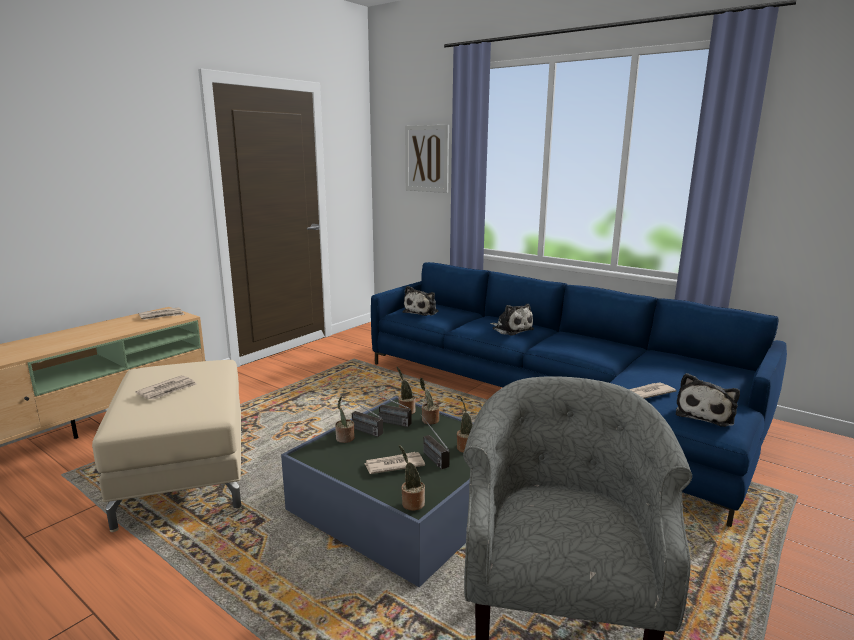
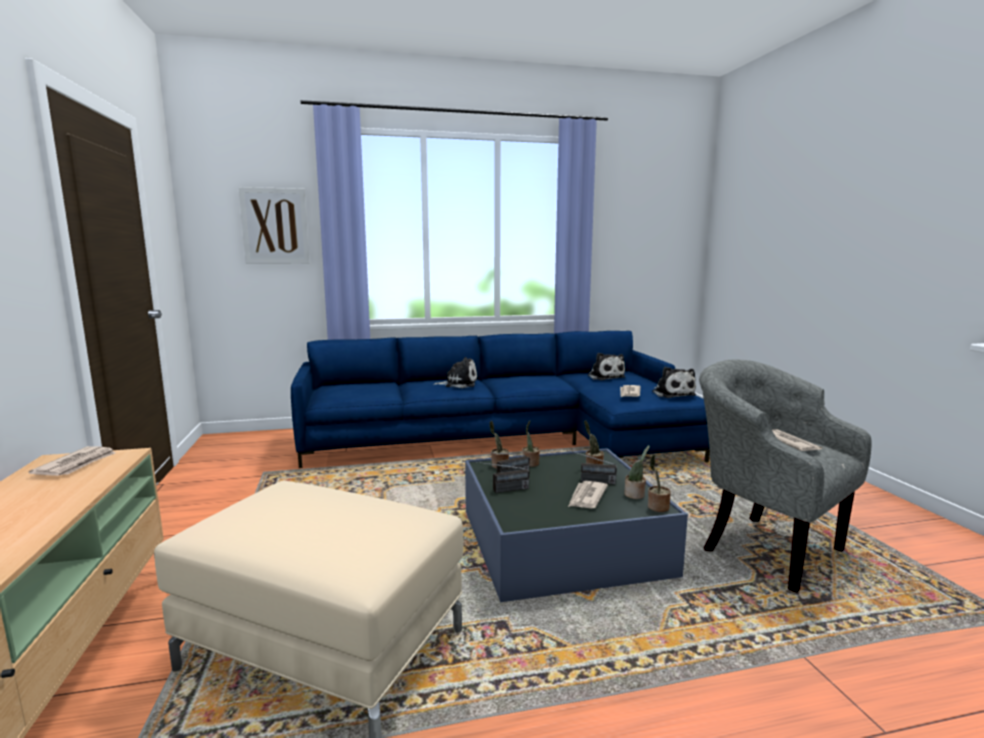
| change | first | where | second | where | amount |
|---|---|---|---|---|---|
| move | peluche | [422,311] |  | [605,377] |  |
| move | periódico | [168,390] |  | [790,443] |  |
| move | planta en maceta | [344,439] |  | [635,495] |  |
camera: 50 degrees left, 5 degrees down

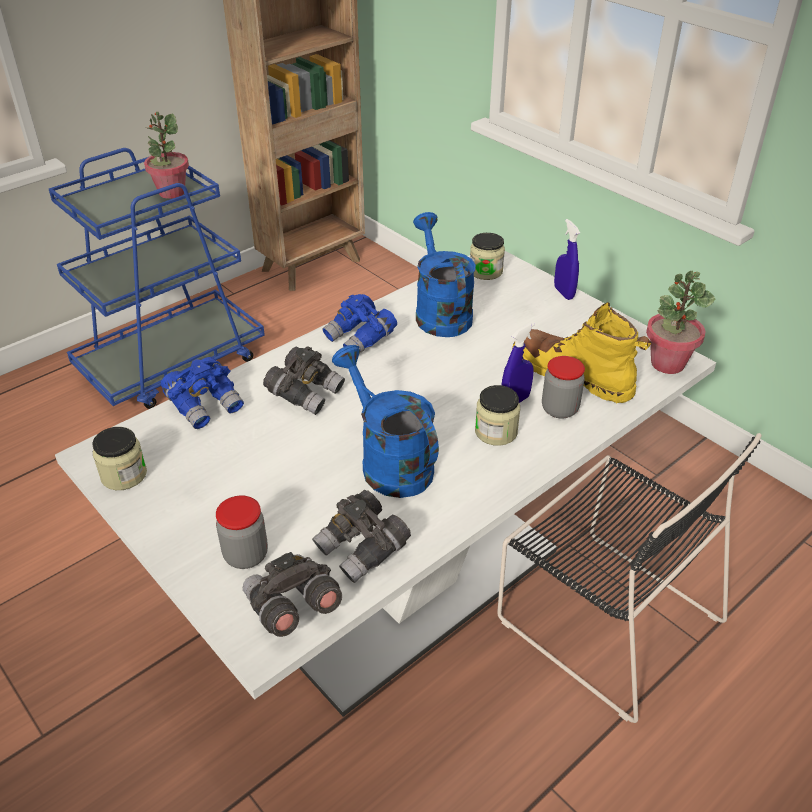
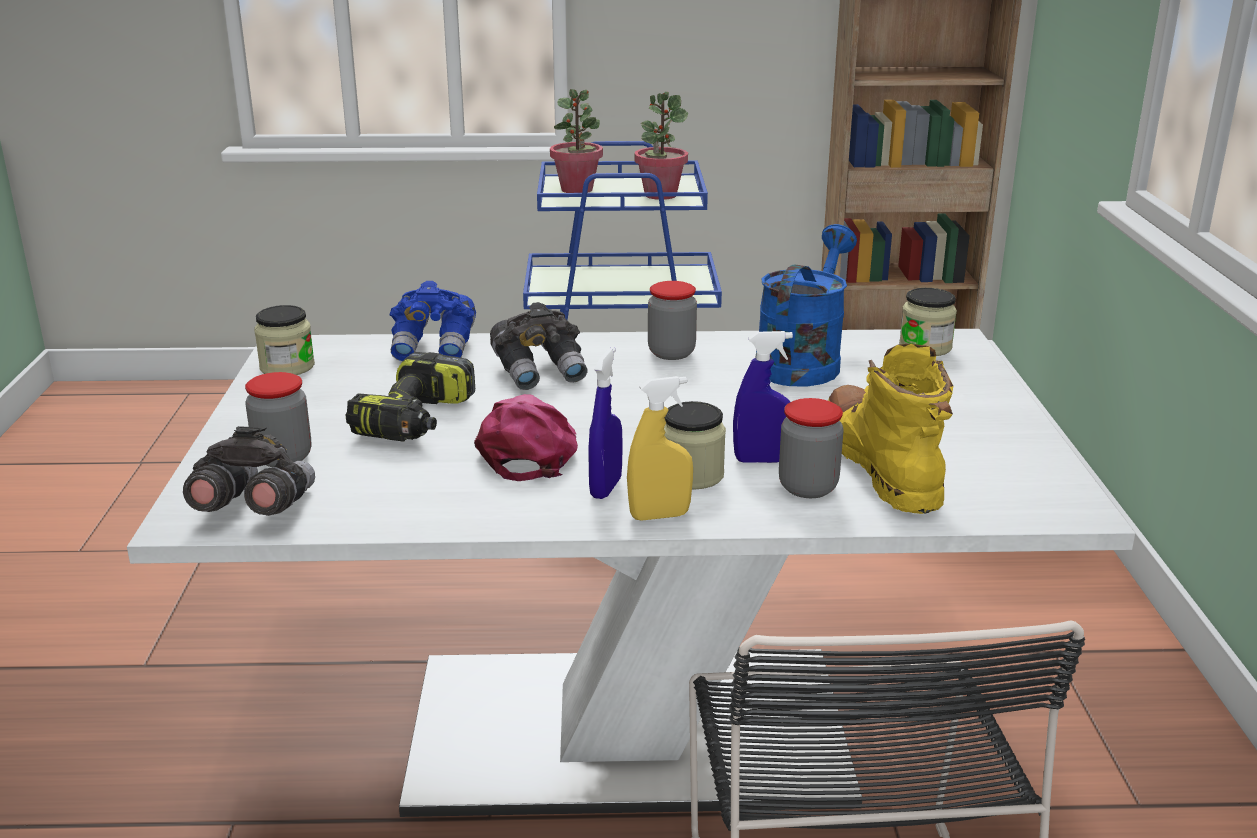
| change | first | where | second | where | amount |
|---|---|---|---|---|---|
| move | pulverizador/azul | [563,293] |  | [606,488] |  |
| move | planta en maceta | [667,363] |  | [577,189] |  |
| replace | prismáticos/azul | [361,339] | tarro | [671,353] |  |
| replace | regadera/azul | [389,462] | gorra/rosa | [530,451] |  |
| delete | prismáticos/gris | [363,549] |  |  |  |
| insert |  |  | taladro | [417,420] |  |
| insert |  |  | pulverizador/amarillo | [659,516] |  |
camera: 40 degrees right, 15 degrees down

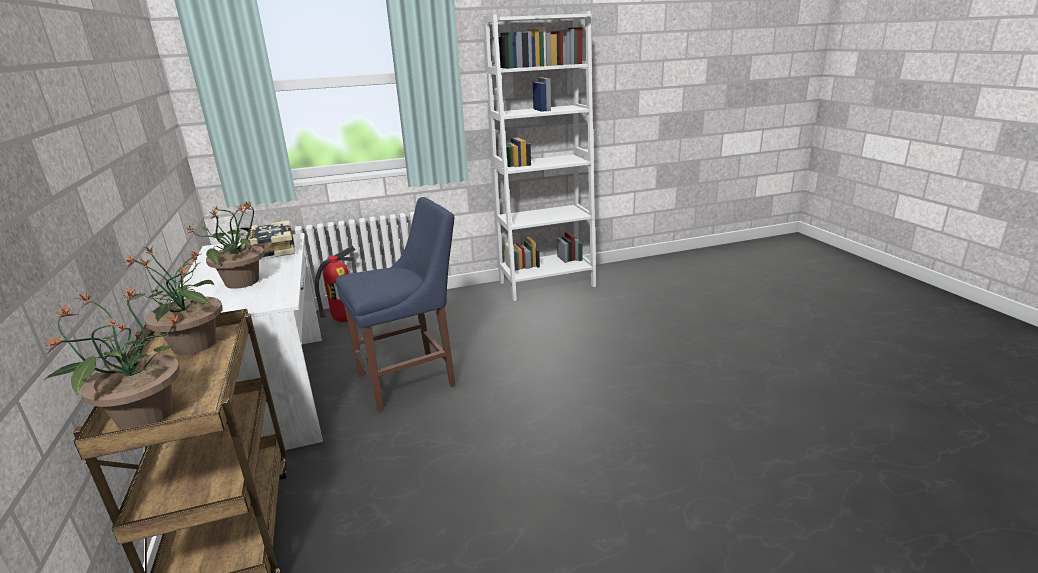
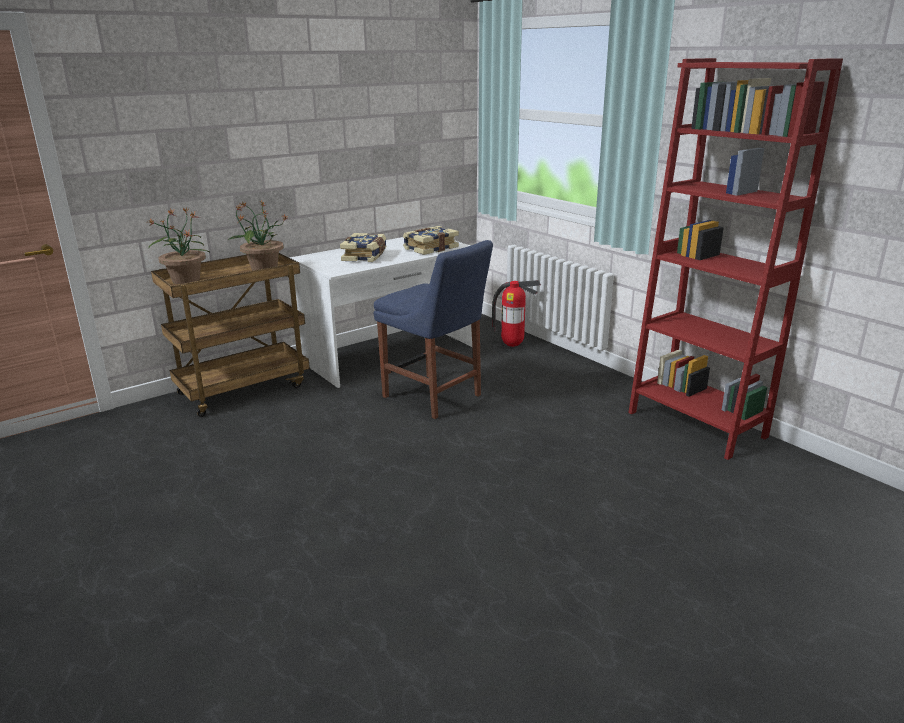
| change | first | where | second | where | amount |
|---|---|---|---|---|---|
| recolor | estantería/blanco | [546,284] | estantería/rojo | [696,424] |  |
| replace | planta en maceta | [243,282] | libro | [365,256] |  |
camera: 70 degrees right, 0 degrees up

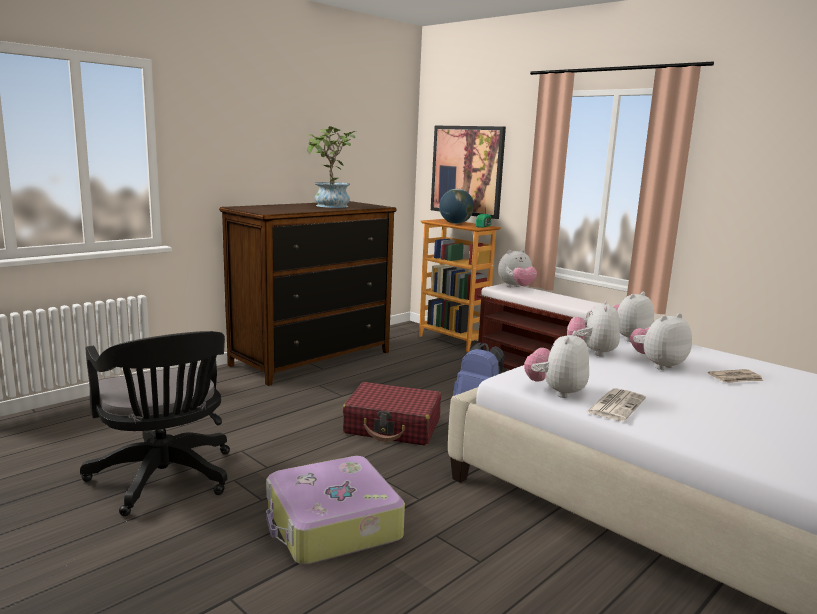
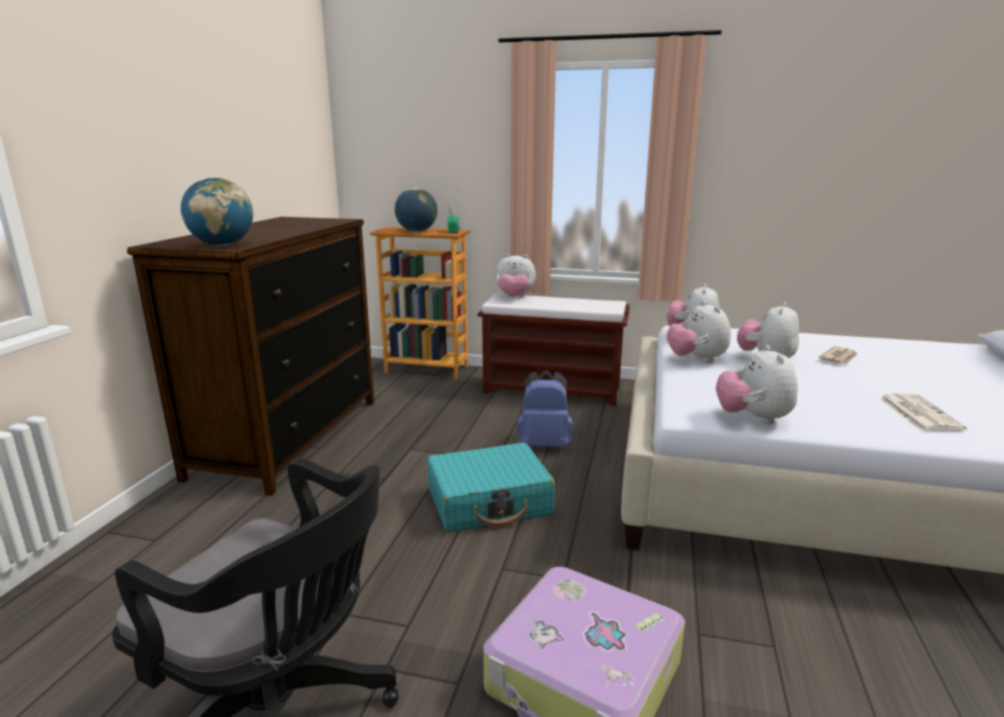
| change | first | where | second | where | amount |
|---|---|---|---|---|---|
| delete | planta en maceta | [330,206] |  |  |  |
| delete | cuadro | [467,170] |  |  |  |
| rotate | peluche | [516,287] |  | [514,297] | 60 degrees clockwise |
| recolor | maleta/rojo | [393,427] | maleta/turquesa | [489,502] |  |
| move | periódico | [616,405] |  | [918,413] |  |
| insert |  |  | globo terráqueo | [222,245] |  |
camera: 30 degrees left, 5 degrees up

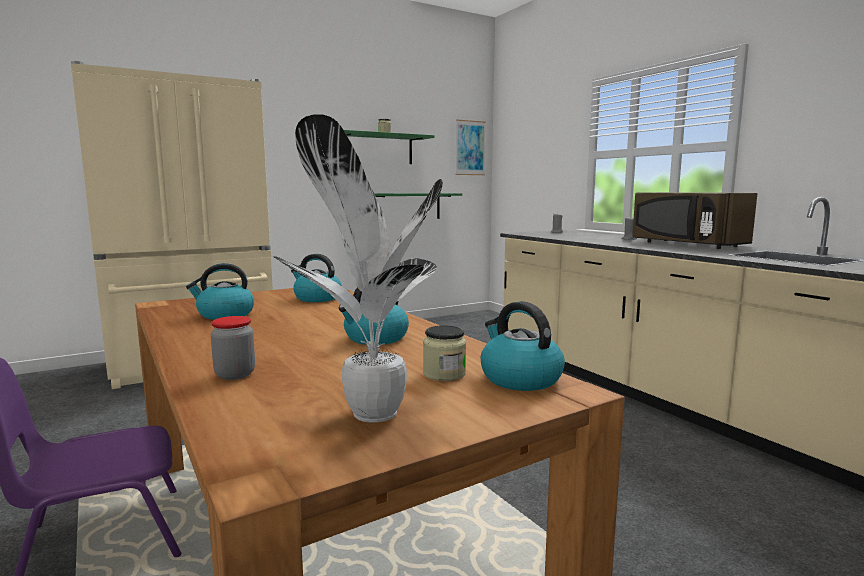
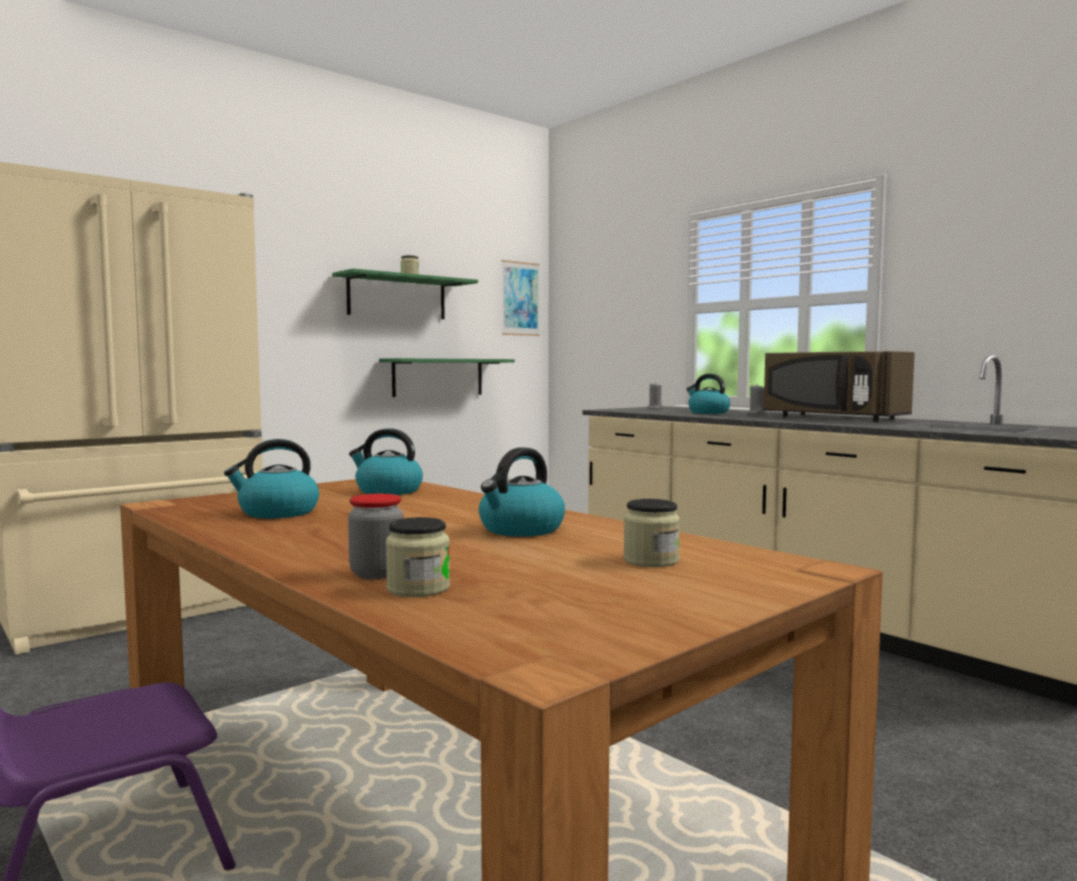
| change | first | where | second | where | amount |
|---|---|---|---|---|---|
| delete | planta en maceta | [371,415] |  |  |  |
| move | hervidor | [519,378] |  | [708,412] |  |
| insert |  |  | tarro | [418,588] |  |
camera: 10 degrees left, 5 degrees down

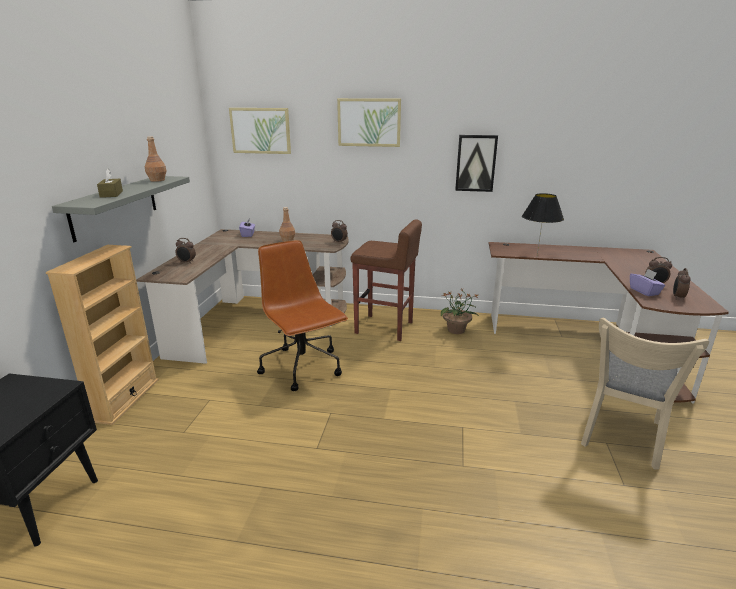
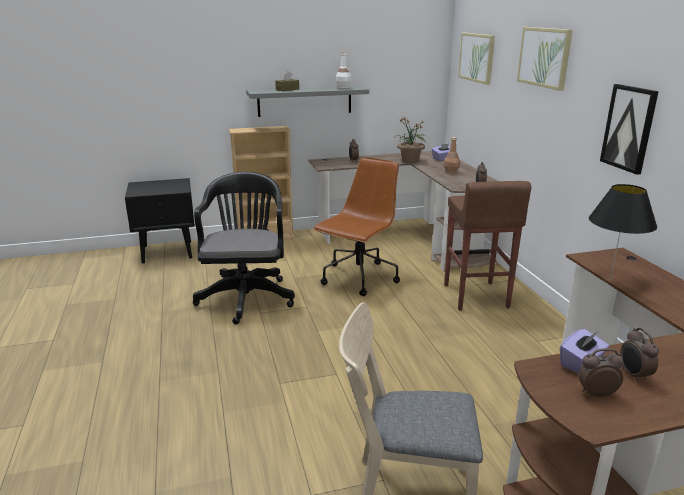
| change | first | where | second | where | amount |
|---|---|---|---|---|---|
| recolor | botella/marrón | [157,180] | botella/blanco | [343,87] |  |
| move | planta en maceta | [456,330] |  | [410,160] |  |
| insert |  |  | silla de oficina/negro | [246,296] |  |
camera: 65 degrees right, 0 degrees up

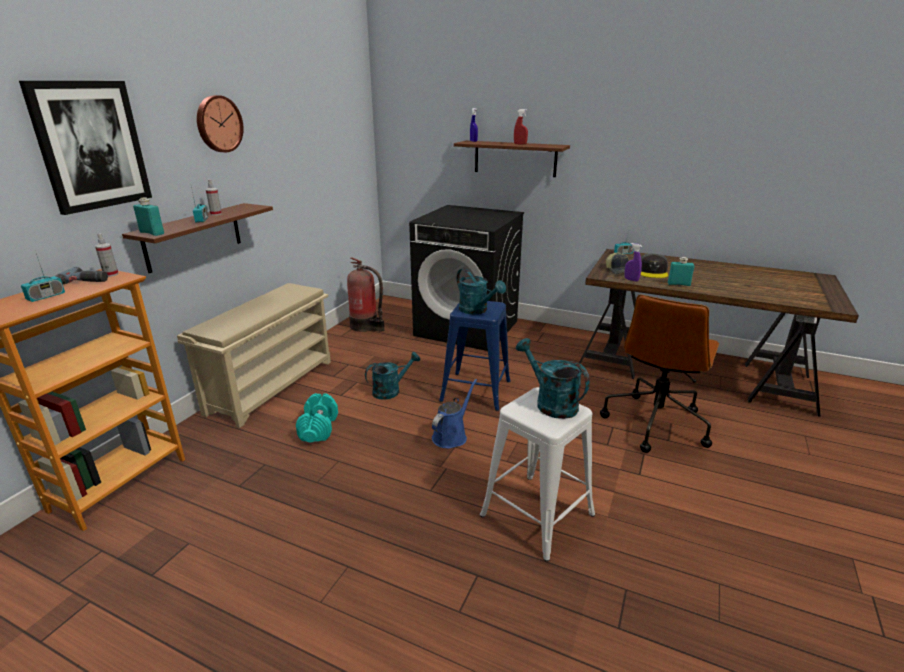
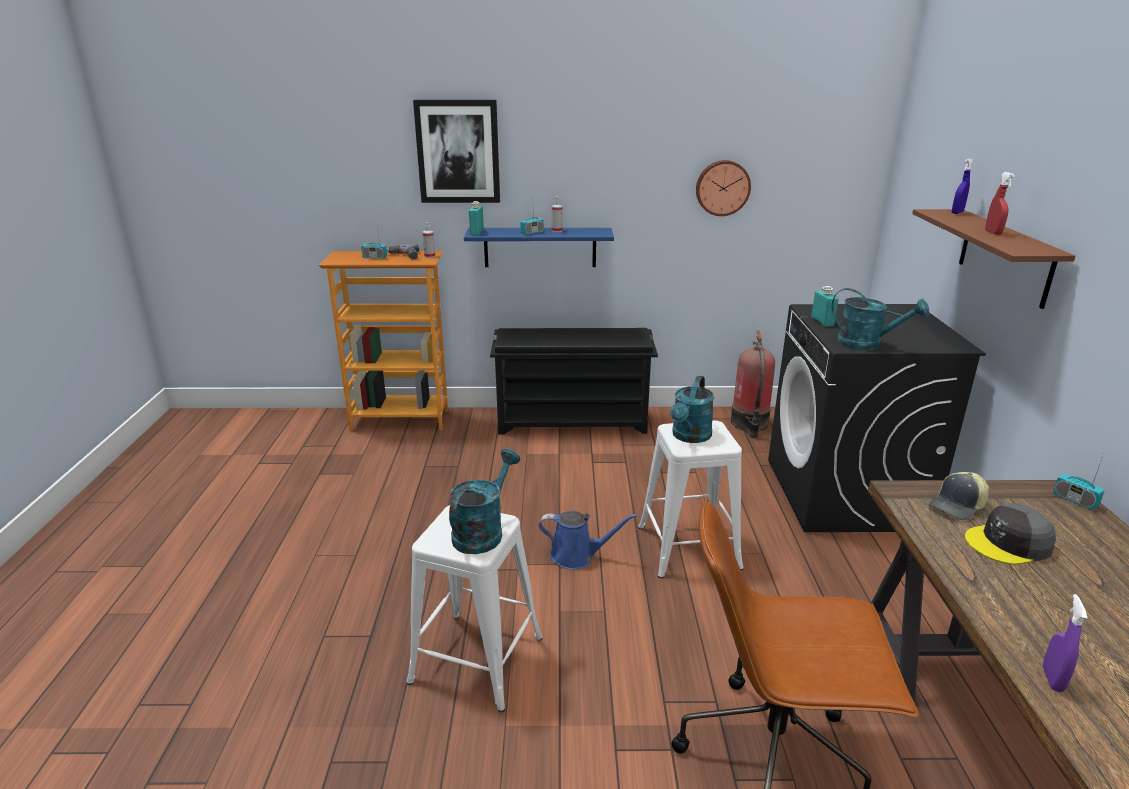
| change | first | where | second | where | amount |
|---|---|---|---|---|---|
| move | reloj de pared | [218,124] |  | [722,188] |  |
| recolor | estante/marrón | [193,237] | estante/azul | [540,247] |  |
| move | pulverizador/morado | [631,280] |  | [1052,679] |  |
| move | botella/turquesa | [678,284] |  | [822,322] |  |
| recolor | zapatero/beis | [272,386] | zapatero/negro | [574,421] |  |
| recolor | taburete/azul | [476,391] | taburete/blanco | [688,547] |  |
| move | regadera/turquesa | [391,390] |  | [867,344] |  |
| delete | mancuerna/turquesa | [319,428] |  |  |  |
camera: 65 degrees right, 0 degrees up

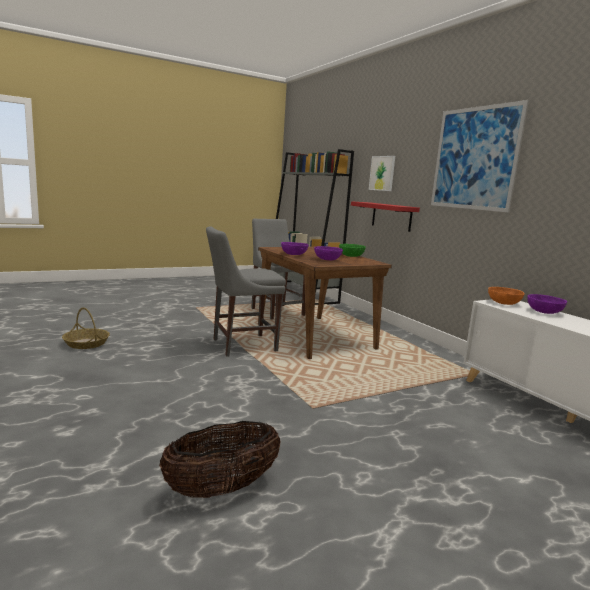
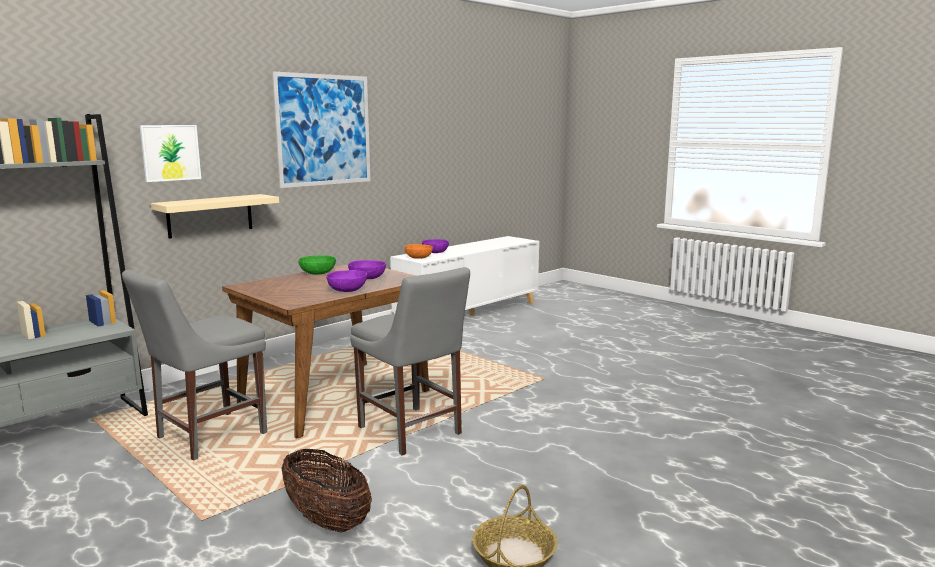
| change | first | where | second | where | amount |
|---|---|---|---|---|---|
| recolor | estante/rojo | [391,216] | estante/beis | [210,215] |  |
| move | cesta | [222,488] |  | [327,520] |  |
camera: 105 degrees left, 0 degrees up

